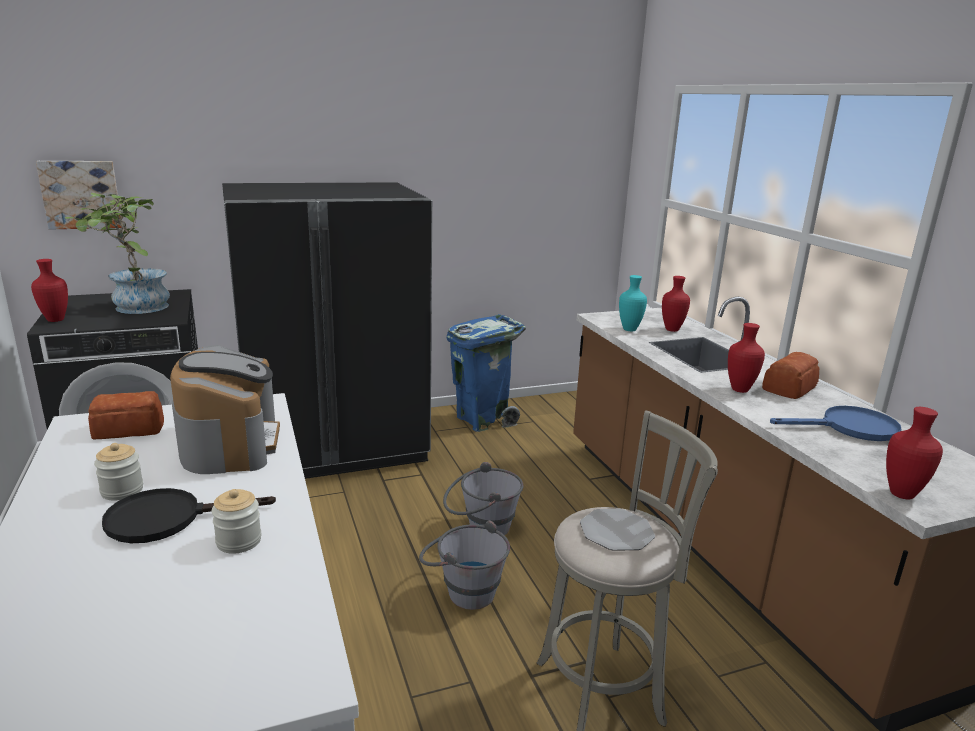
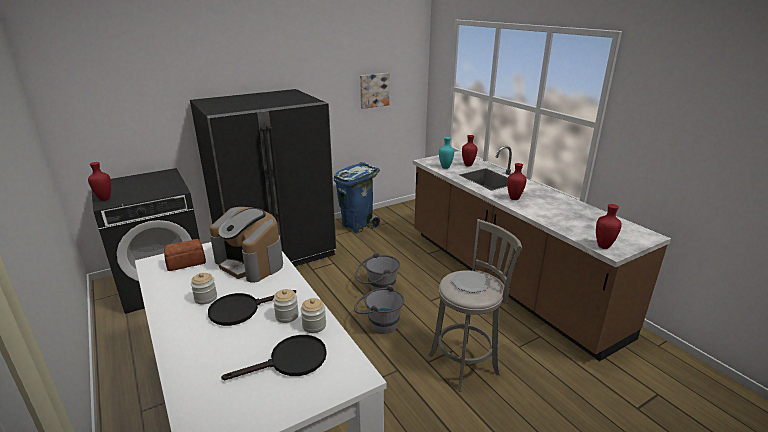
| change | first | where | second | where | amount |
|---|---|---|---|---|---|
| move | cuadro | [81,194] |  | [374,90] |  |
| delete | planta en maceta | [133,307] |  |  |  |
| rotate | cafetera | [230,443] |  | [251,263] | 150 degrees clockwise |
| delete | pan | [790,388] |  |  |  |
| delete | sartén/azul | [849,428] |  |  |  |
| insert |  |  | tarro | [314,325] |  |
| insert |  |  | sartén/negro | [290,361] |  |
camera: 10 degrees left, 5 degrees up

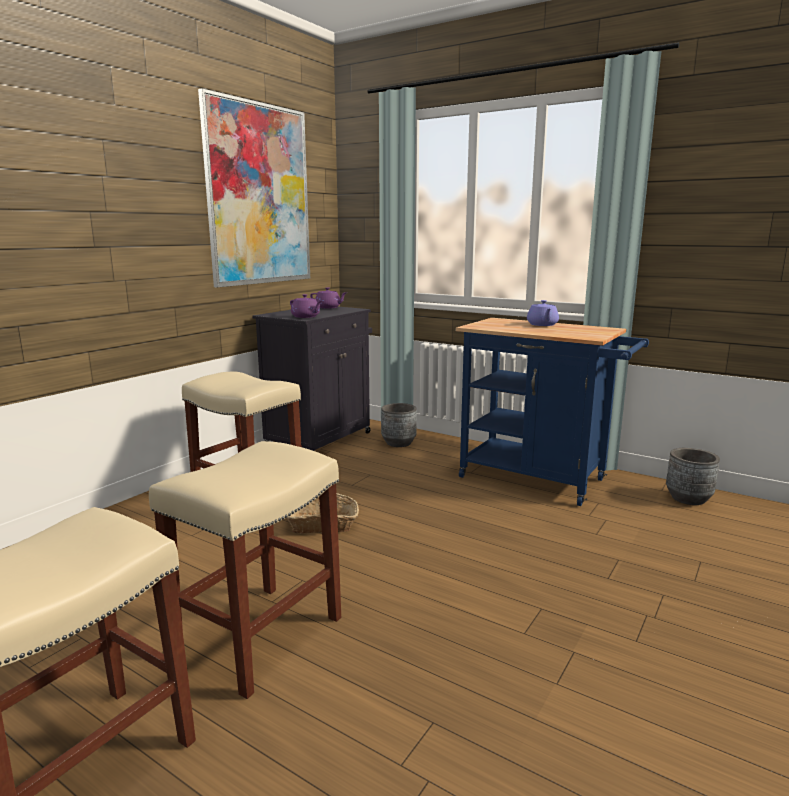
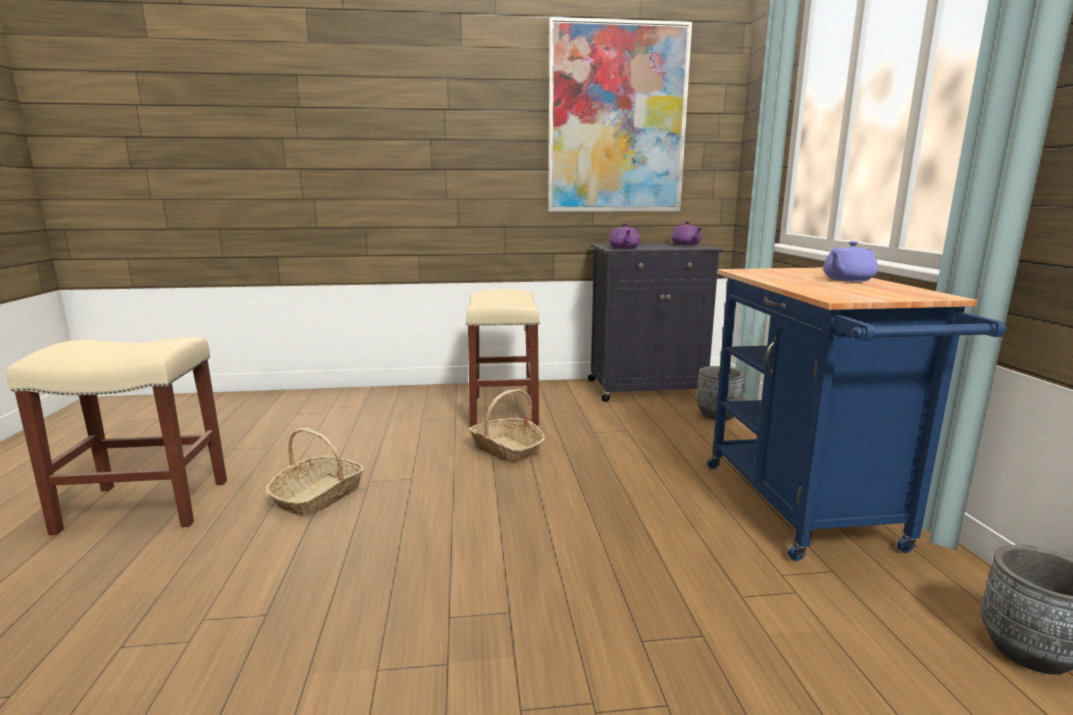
| change | first | where | second | where | amount |
|---|---|---|---|---|---|
| replace | taburete/beis | [258,638] | cesta | [318,497] |  |
camera: 50 degrees right, 0 degrees up

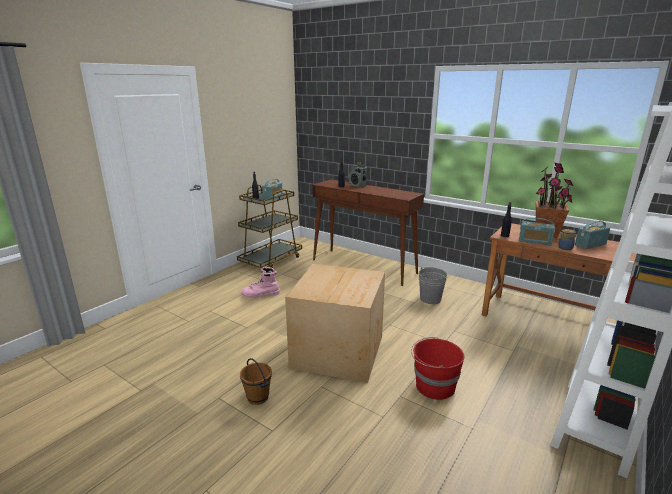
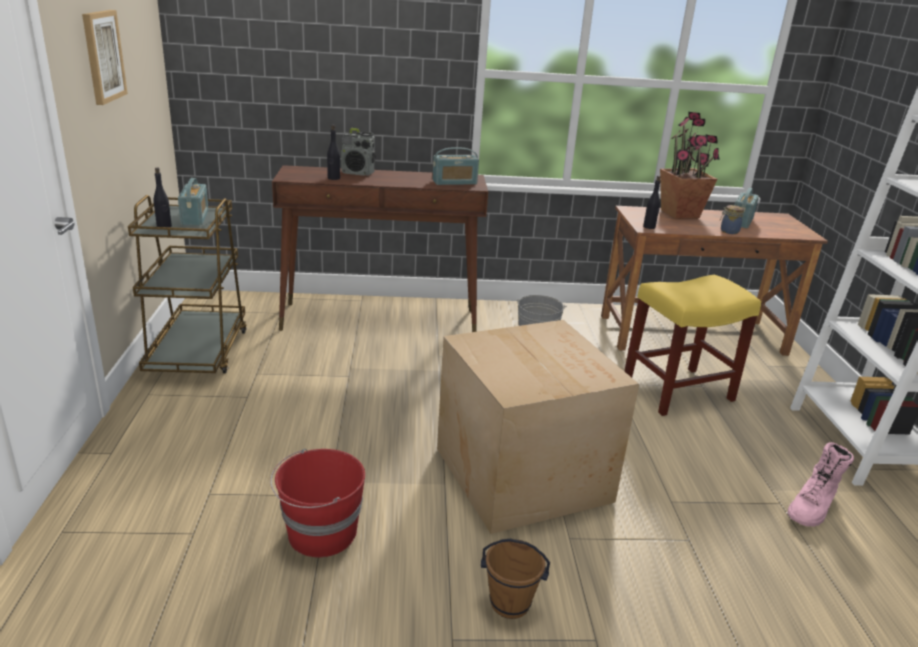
| change | first | where | second | where | amount |
|---|---|---|---|---|---|
| move | radio | [534,241] |  | [454,182] |  |
| move | bota/rosa | [260,294] |  | [812,508] |  |
| move | cubo/rojo | [434,386] |  | [320,534] |  |
| insert |  |  | cuadro | [103,56] |  |
| insert |  |  | taburete/amarillo | [676,391] |  |
camera: 40 degrees left, 5 degrees up

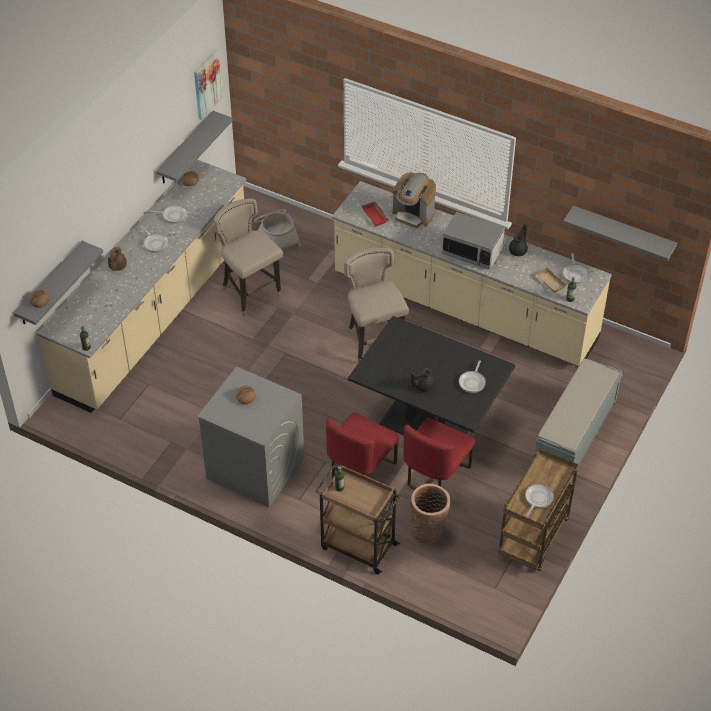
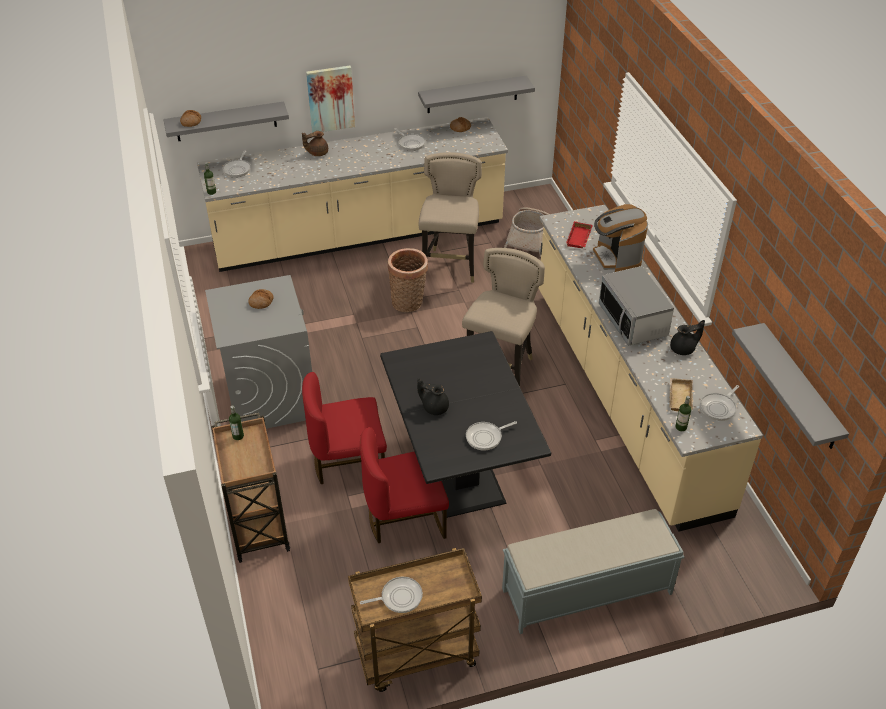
| change | first | where | second | where | amount |
|---|---|---|---|---|---|
| move | cuadro | [206,84] |  | [330,99] |  |
| move | sartén | [155,243] |  | [237,169] |  |
| move | cesta | [428,531] |  | [409,303] |  |
camera: 45 degrees right, 5 degrees down

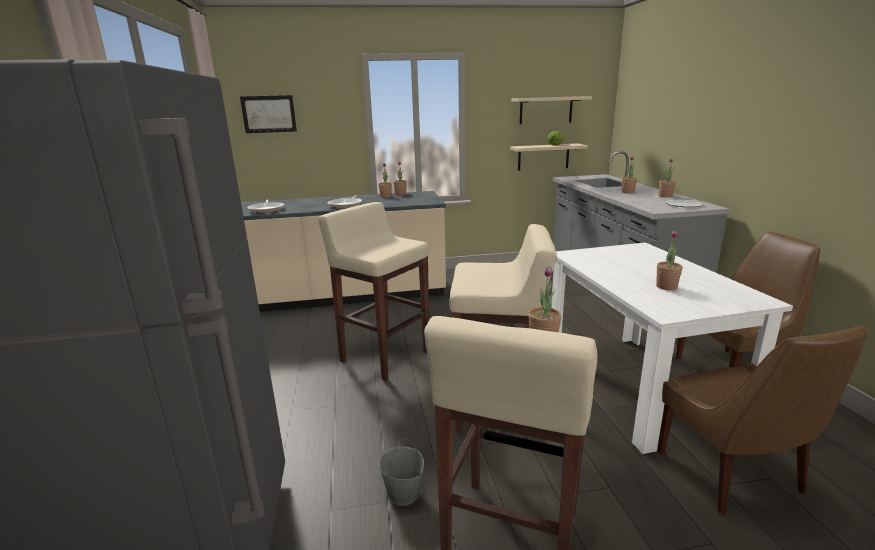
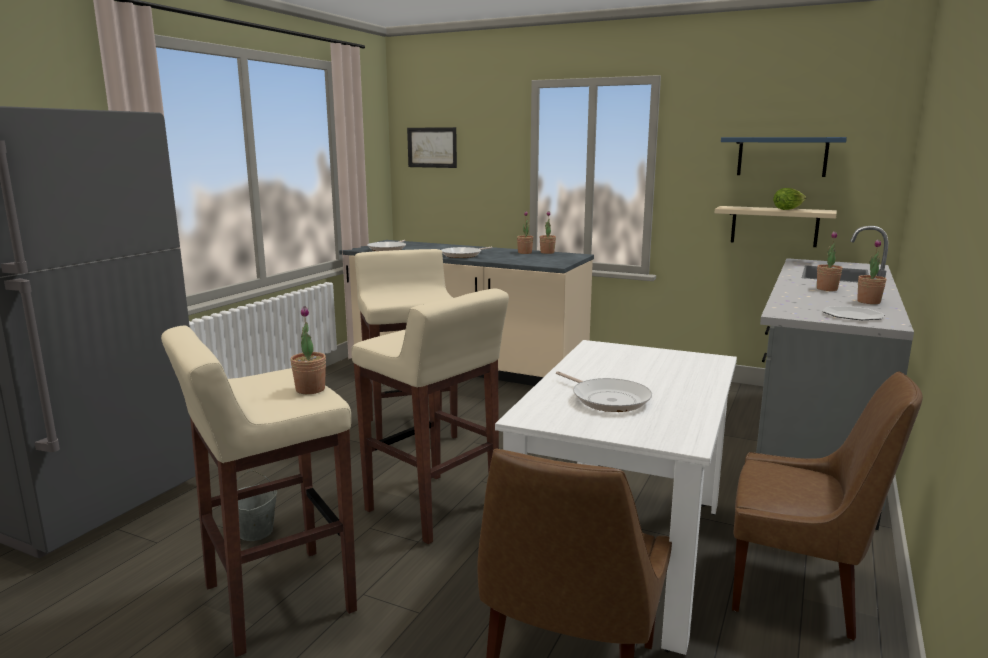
| change | first | where | second | where | amount |
|---|---|---|---|---|---|
| recolor | estante/beis | [546,110] | estante/azul | [782,156] |  |
| replace | planta en maceta | [666,287] | sartén | [607,399] |  |
camera: 35 degrees right, 5 degrees down

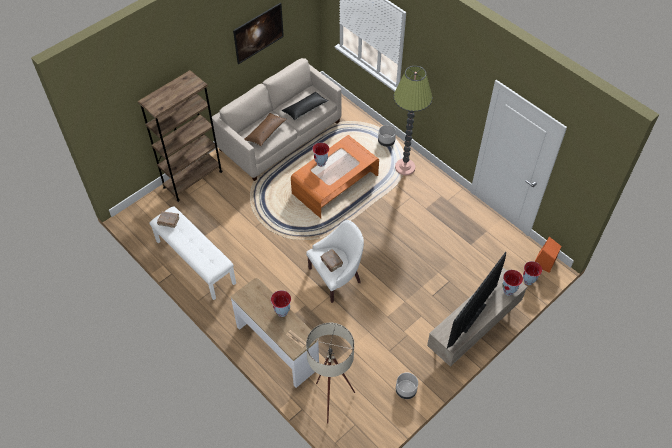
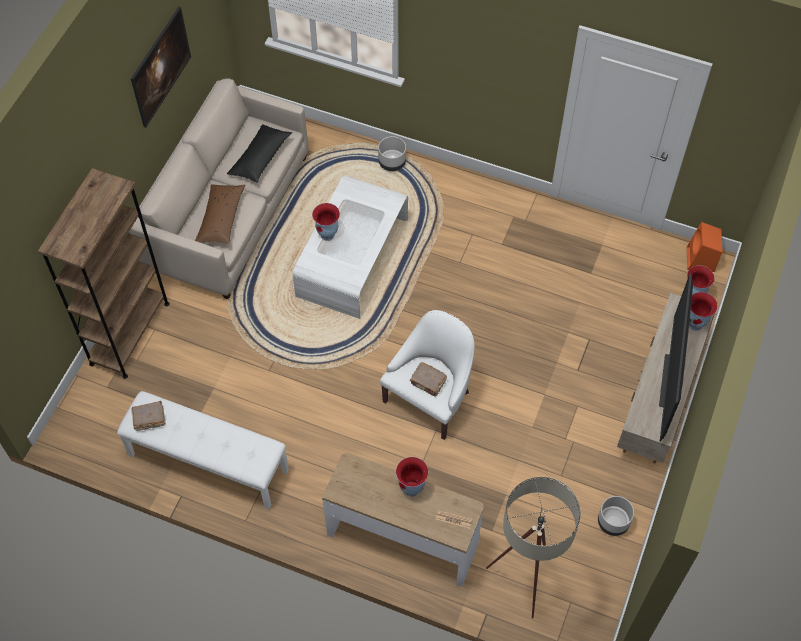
| change | first | where | second | where | amount |
|---|---|---|---|---|---|
| delete | lámpara de pie | [405,167] |  |  |  |
| recolor | mesa de centro/naranja | [335,184] | mesa de centro/blanco | [352,257] |  |
camera: 25 degrees left, 5 degrees up

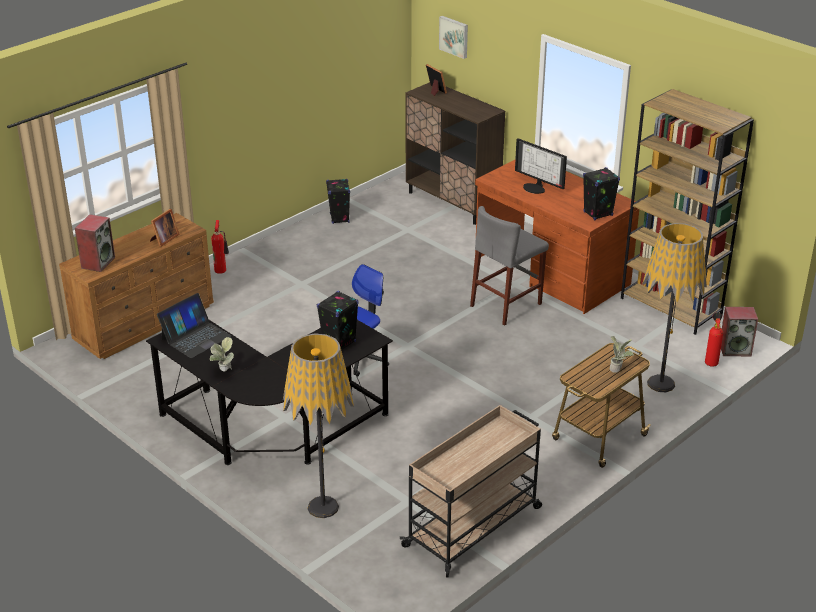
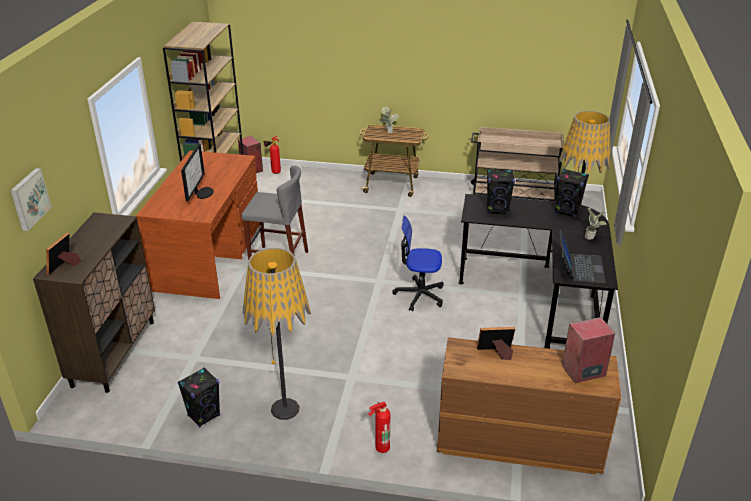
| change | first | where | second | where | amount |
|---|---|---|---|---|---|
| move | altavoz/negro | [598,213] |  | [567,211] |  |
| move | lámpara de pie | [661,383] |  | [285,409] |  |
| rotate | portátil | [195,337] |  | [580,267] | 90 degrees clockwise |
camera: 125 degrees left, 0 degrees up

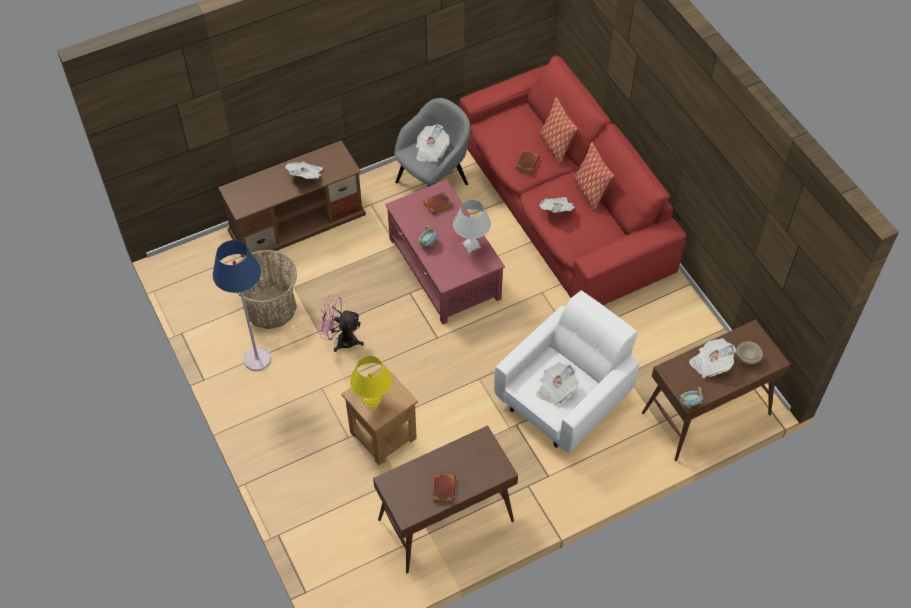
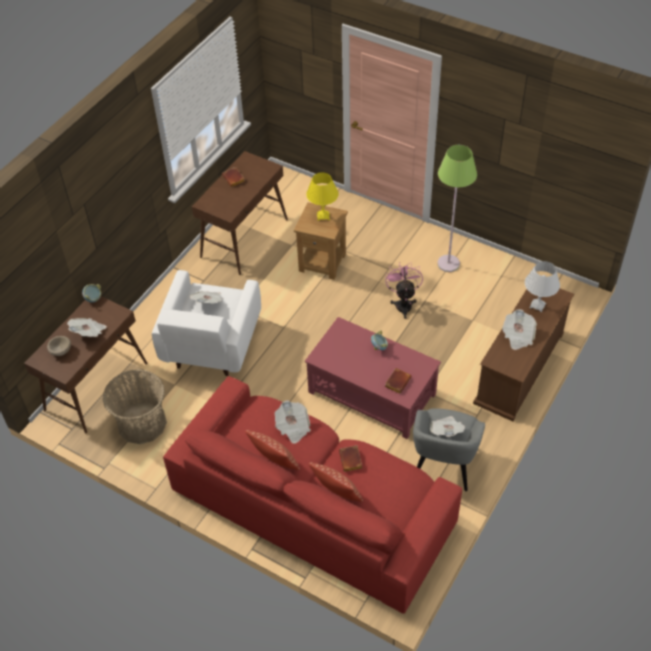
| change | first | where | second | where | amount |
|---|---|---|---|---|---|
| move | lámpara de mesa/blanco | [471,245] |  | [537,305] |  |
| recolor | lámpara de pie/azul | [257,359] | lámpara de pie/verde | [448,264] |  |
| move | cesta | [270,307] |  | [142,423] |  |
| rotate | ventilador/rosa | [341,340] |  | [403,303] | 75 degrees counterclockwise |
camera: 150 degrees right, 5 degrees down

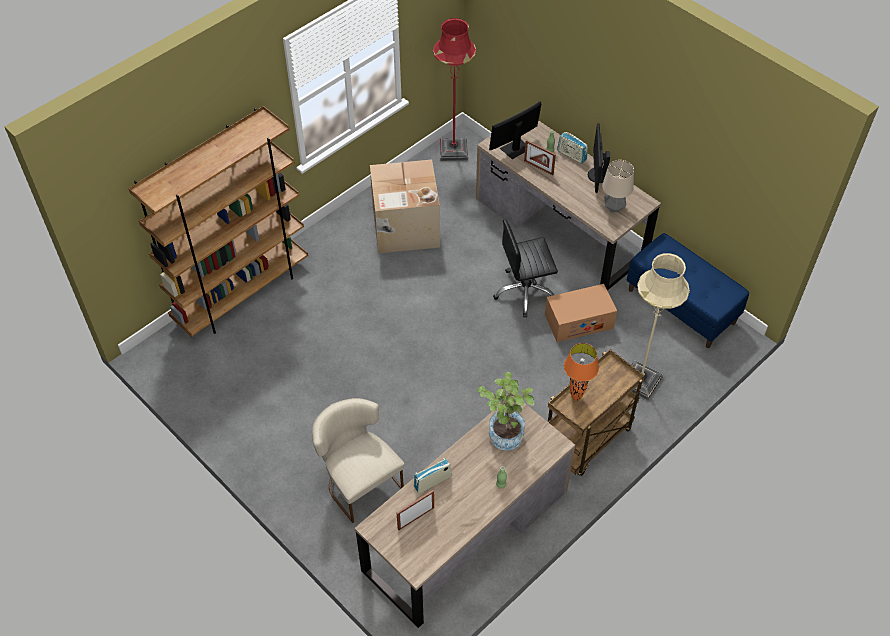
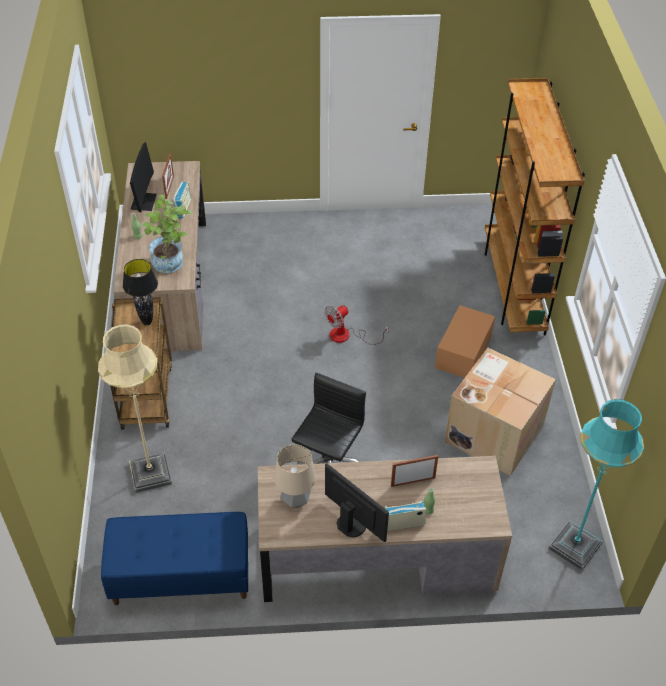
| change | first | where | second | where | amount |
|---|---|---|---|---|---|
| recolor | lámpara de pie/rojo | [453,150] | lámpara de pie/turquesa | [574,546] |  |
| move | monitor | [515,149] |  | [144,202] |  |
| move | caja de cartón | [579,321] |  | [463,352] |  |
| recolor | lámpara de mesa/naranja | [575,397] | lámpara de mesa/negro | [147,322] |  |
| delete | silla/beis | [359,482] |  |  |  |
| insert |  |  | ventilador | [347,336] |  |
camera: 130 degrees right, 5 degrees down

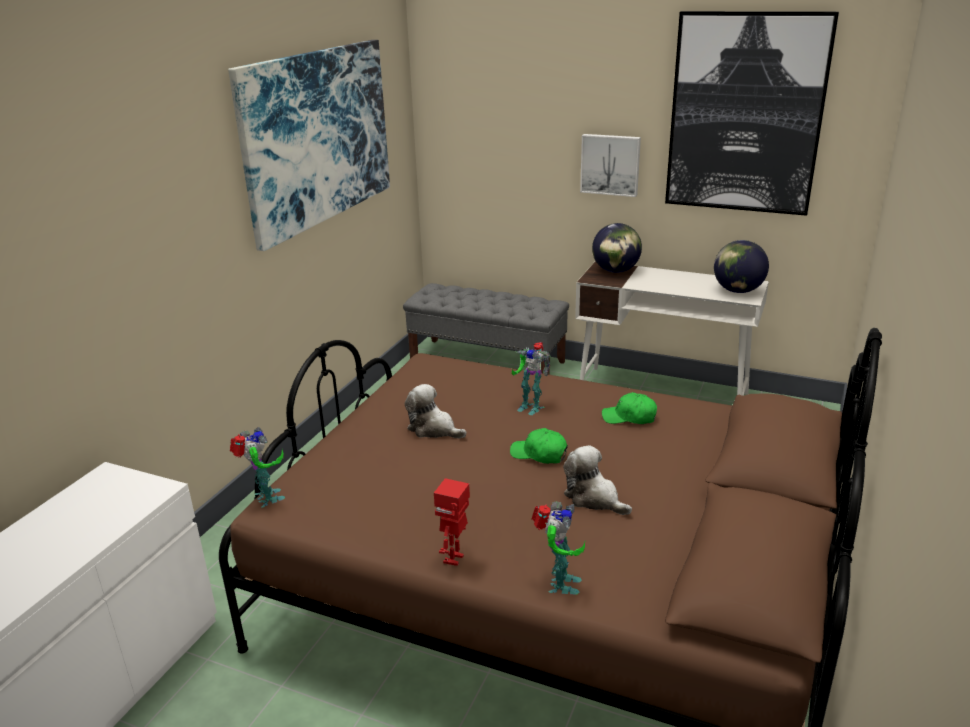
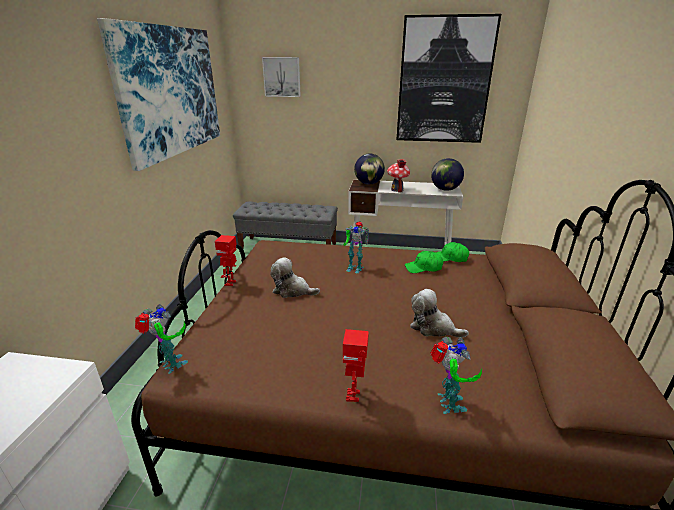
| change | first | where | second | where | amount |
|---|---|---|---|---|---|
| move | cuadro | [610,164] |  | [282,77] |  |
| move | gorra/verde | [539,454] |  | [450,258] |  |
| insert |  |  | casita | [397,189] |  |
| insert |  |  | robot de juguete | [231,283] |  |
camera: 15 degrees left, 0 degrees up

